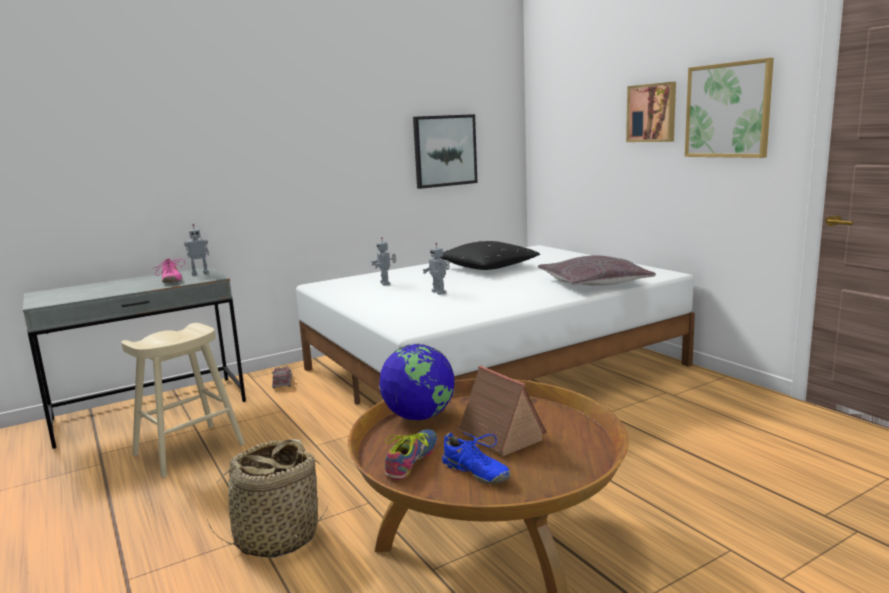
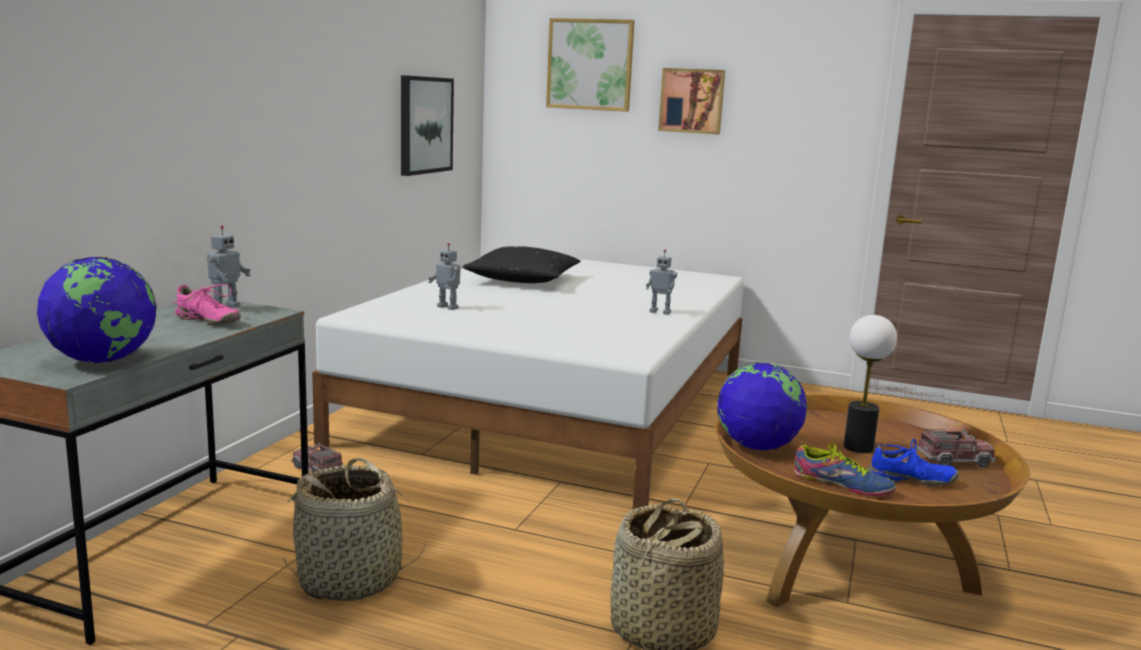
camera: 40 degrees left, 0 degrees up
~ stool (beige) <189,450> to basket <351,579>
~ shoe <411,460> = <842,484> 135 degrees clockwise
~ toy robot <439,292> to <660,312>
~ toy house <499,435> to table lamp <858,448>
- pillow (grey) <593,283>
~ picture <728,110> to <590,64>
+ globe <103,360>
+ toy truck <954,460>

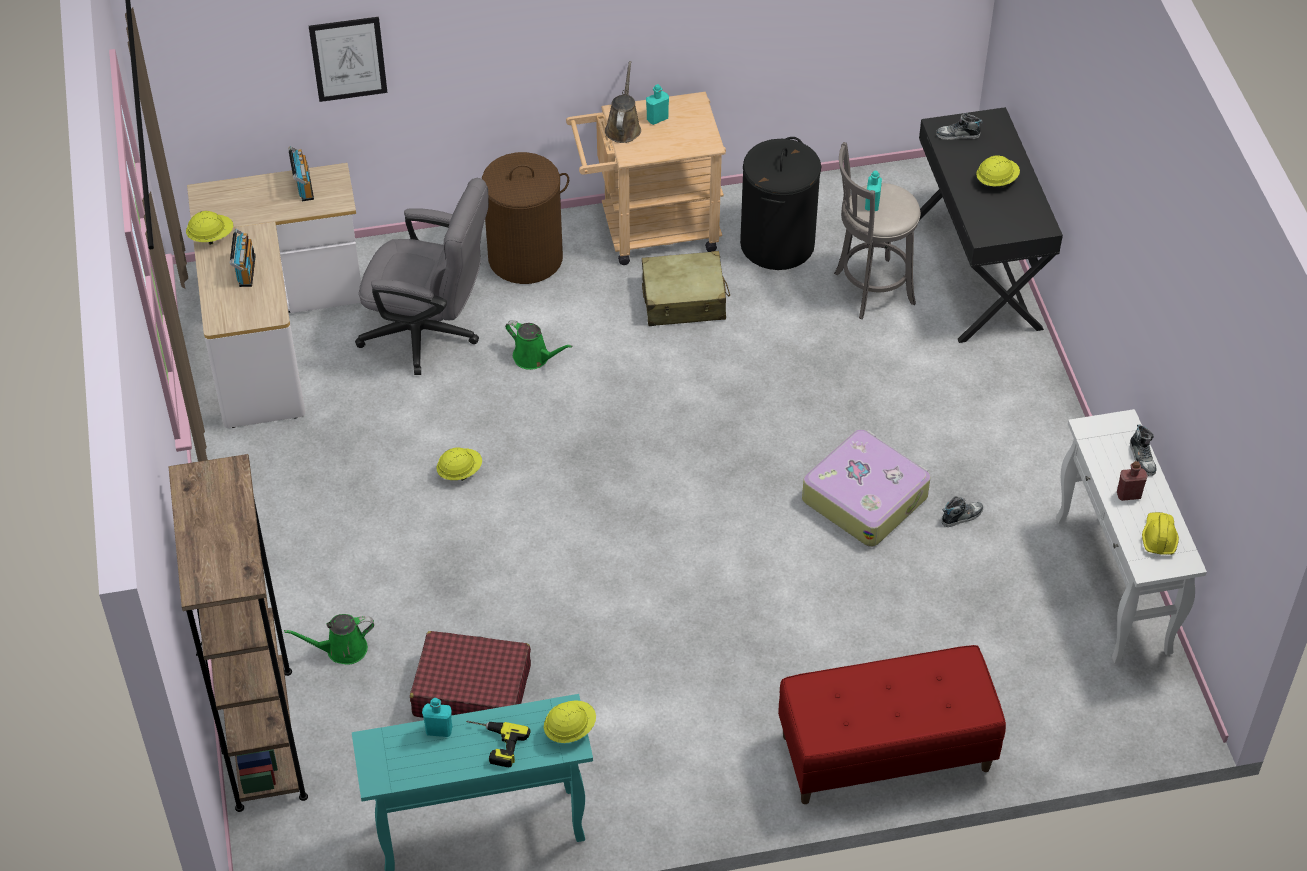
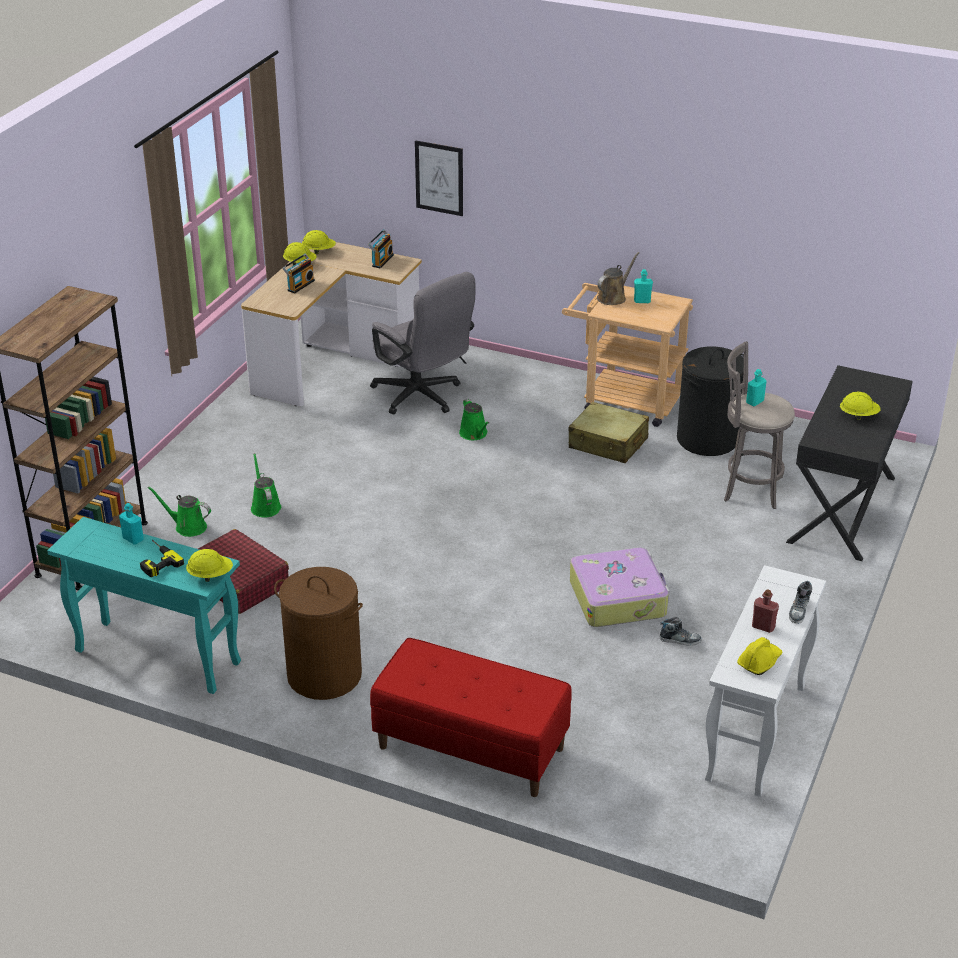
camera: 35 degrees right, 15 degrees down
~ hard hat (yellow) <460,472> to <319,251>
~ laundry basket (brown) <525,258> to <324,675>
- shoe <958,135>
+ watering can (green) <265,506>

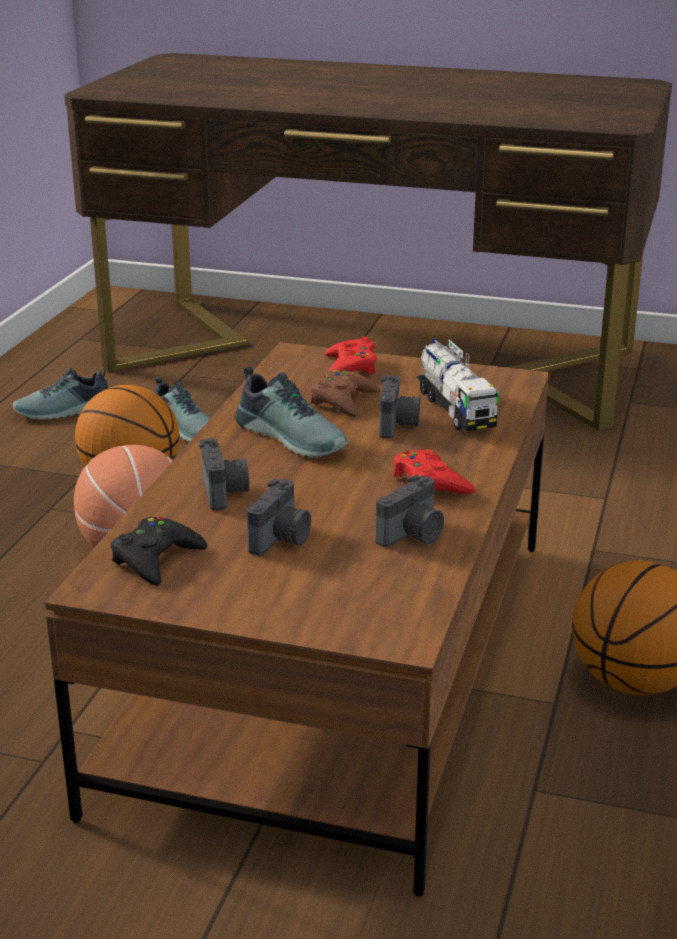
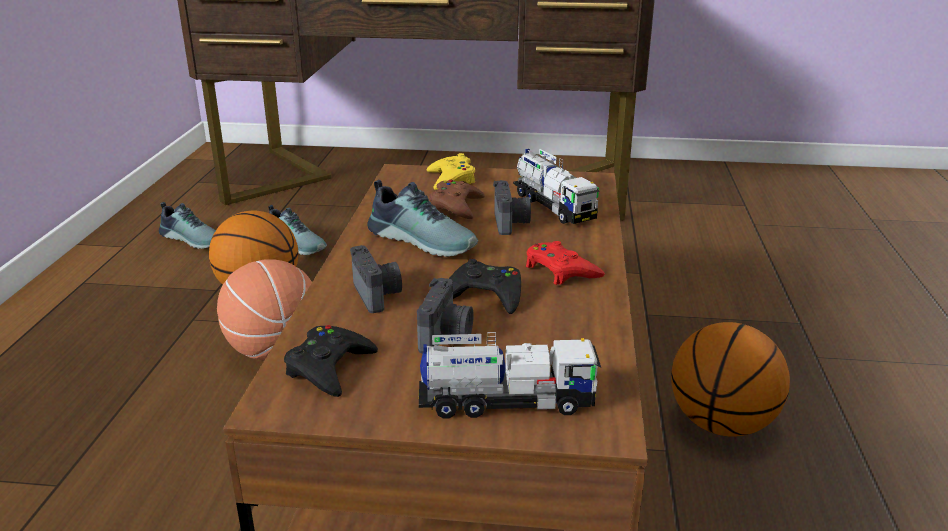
camera: 10 degrees left, 0 degrees up
~ shoe <64,412> = <193,238> 120 degrees counterclockwise
~ game controller (red) <350,367> to game controller (yellow) <451,179>
- photo camera <413,535>
+ toy truck <507,402>
+ game controller (black) <485,295>

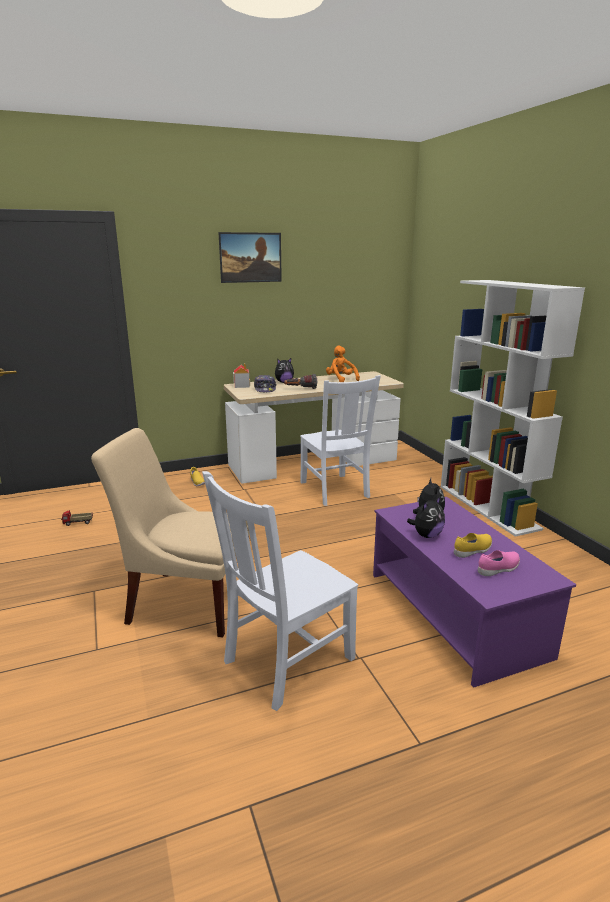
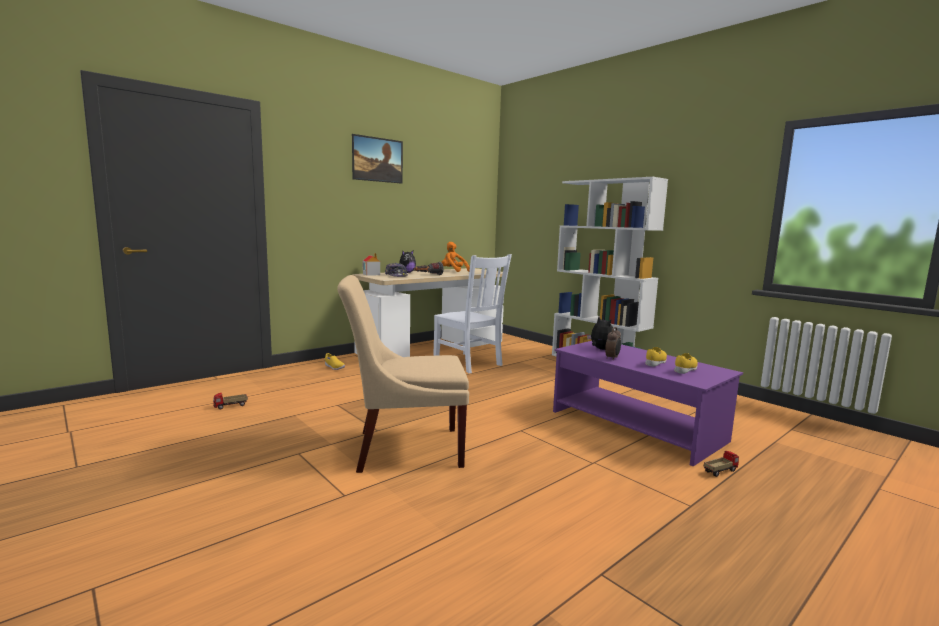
camera: 20 degrees left, 10 degrees down
- chair (white) <285,661>
~ plush toy <426,535> to alarm clock <612,358>
~ shoe (pink) <498,569> to shoe (yellow) <685,370>
+ toy truck <720,471>

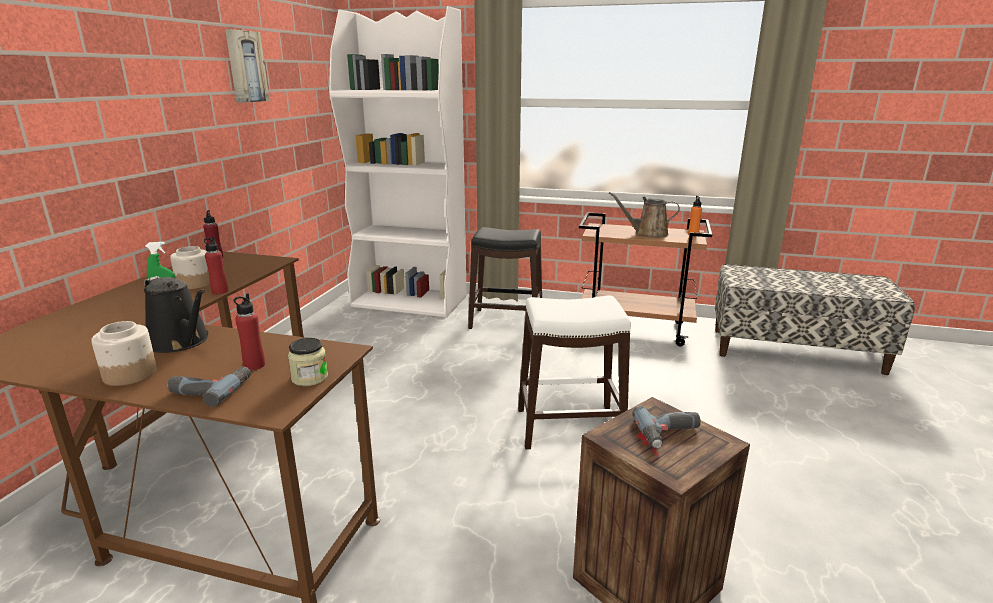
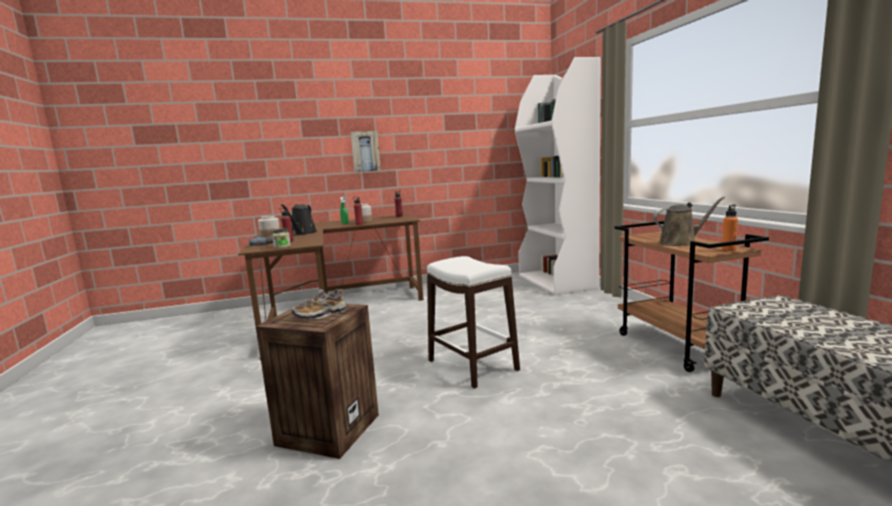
camera: 60 degrees right, 10 degrees down
~ picture <245,67> to <365,151>
- stool (black) <506,321>
~ watering can (brown) <647,234> = <681,243> 105 degrees clockwise
~ power drill <670,434> to shoe <320,314>

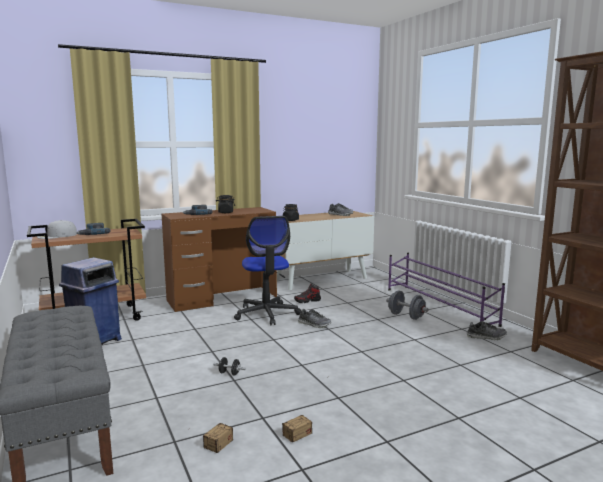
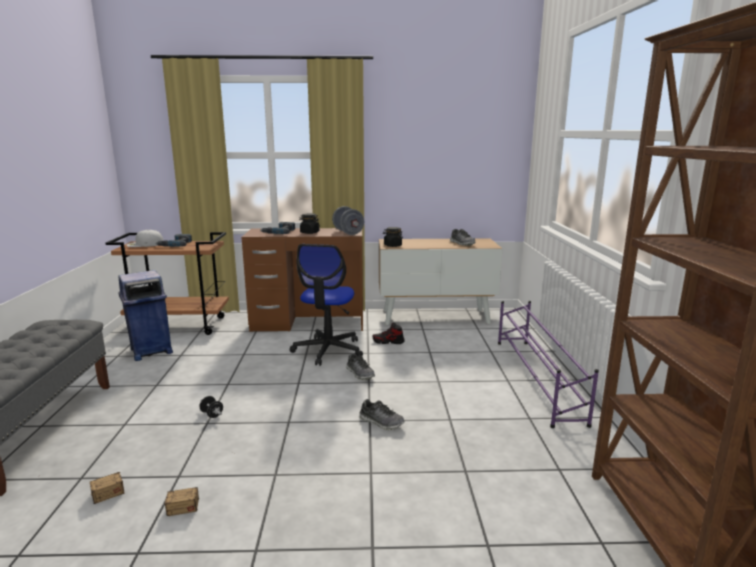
camera: 25 degrees right, 5 degrees up
~ dumbbell (grey) <406,316> to <348,232>
~ shoe <486,337> to <381,422>

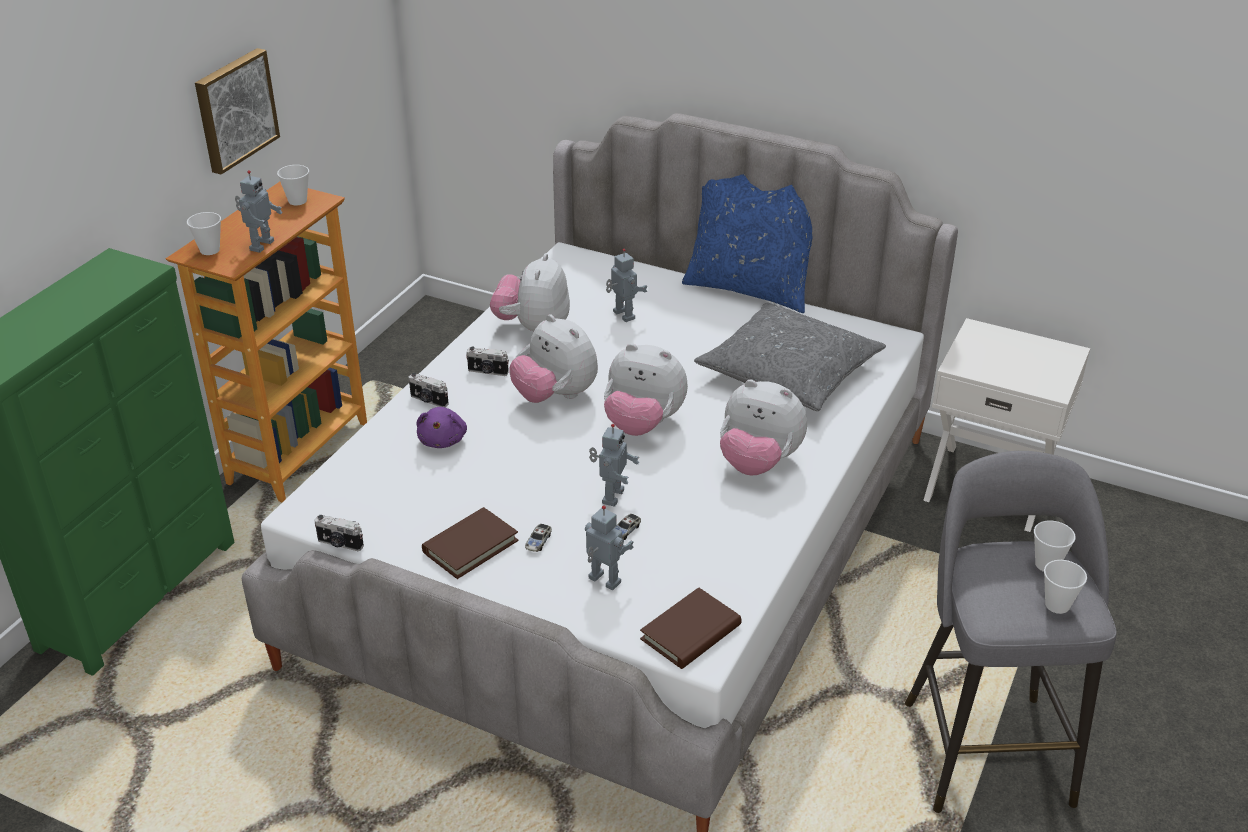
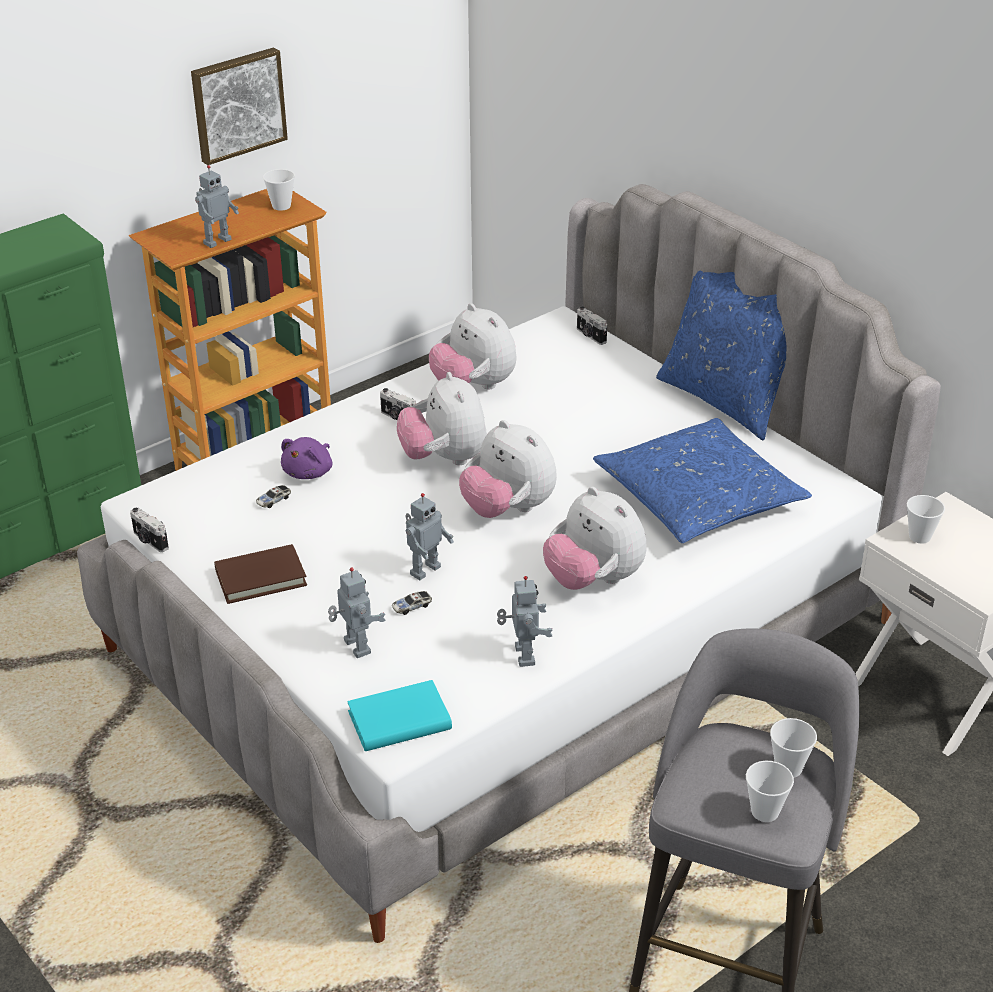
camera: 25 degrees right, 0 degrees up
~ cup <210,250> to <919,536>
~ photo camera <428,401> to <590,336>
~ plush toy <533,328> = <473,386> 75 degrees counterclockwise
~ toy car <538,542> to <273,501>
~ toy robot <622,316> to <522,655>
~ book (brown) <690,632> to book (turquoise) <399,721>
~ pillow (grey) <788,372> to pillow (blue) <698,497>

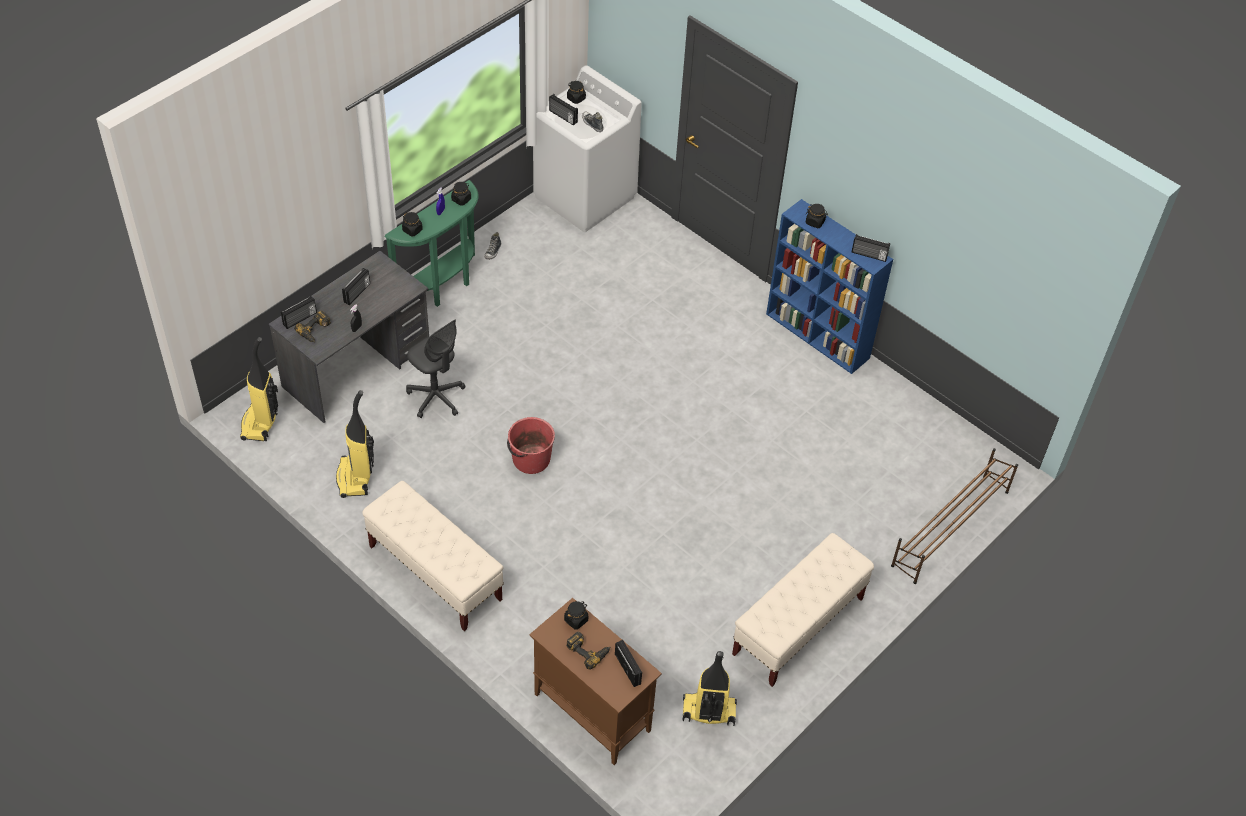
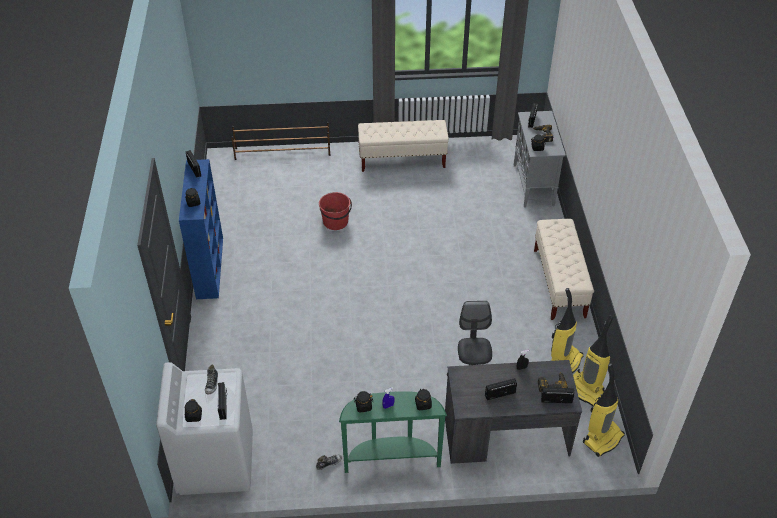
camera: 135 degrees left, 5 degrees down
~ bucket (red) <530,459> to <336,222>
~ cabinet (brown) <591,711> to cabinet (grey) <533,185>
~ vacuum cleaner <708,712> to <586,390>

